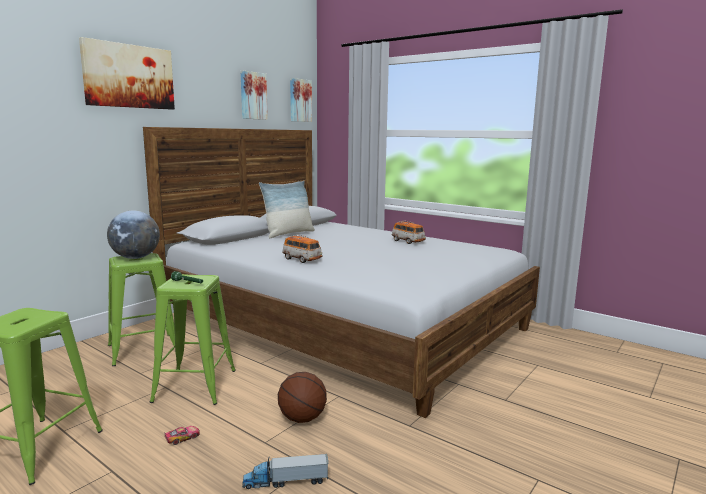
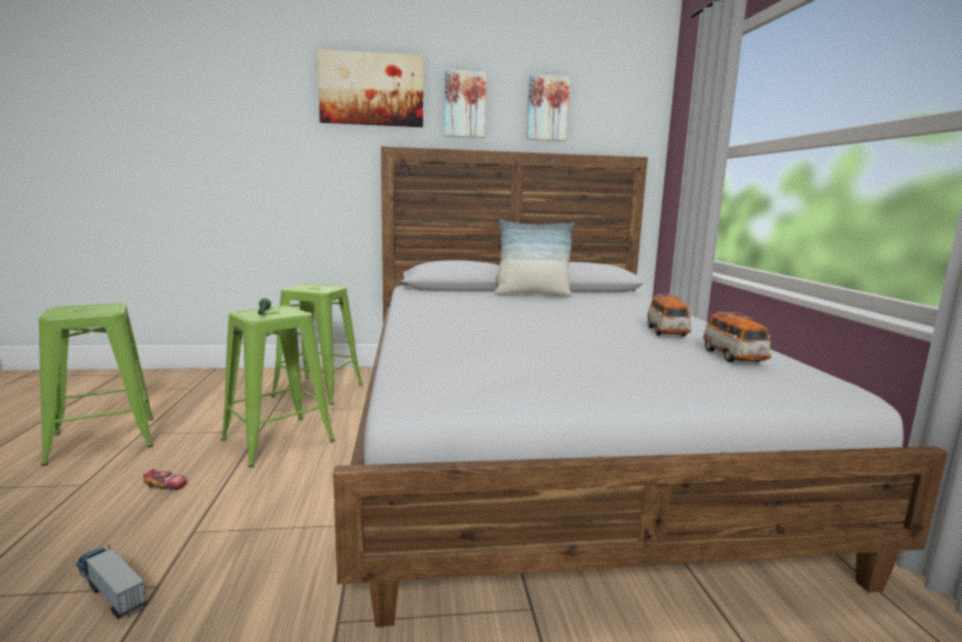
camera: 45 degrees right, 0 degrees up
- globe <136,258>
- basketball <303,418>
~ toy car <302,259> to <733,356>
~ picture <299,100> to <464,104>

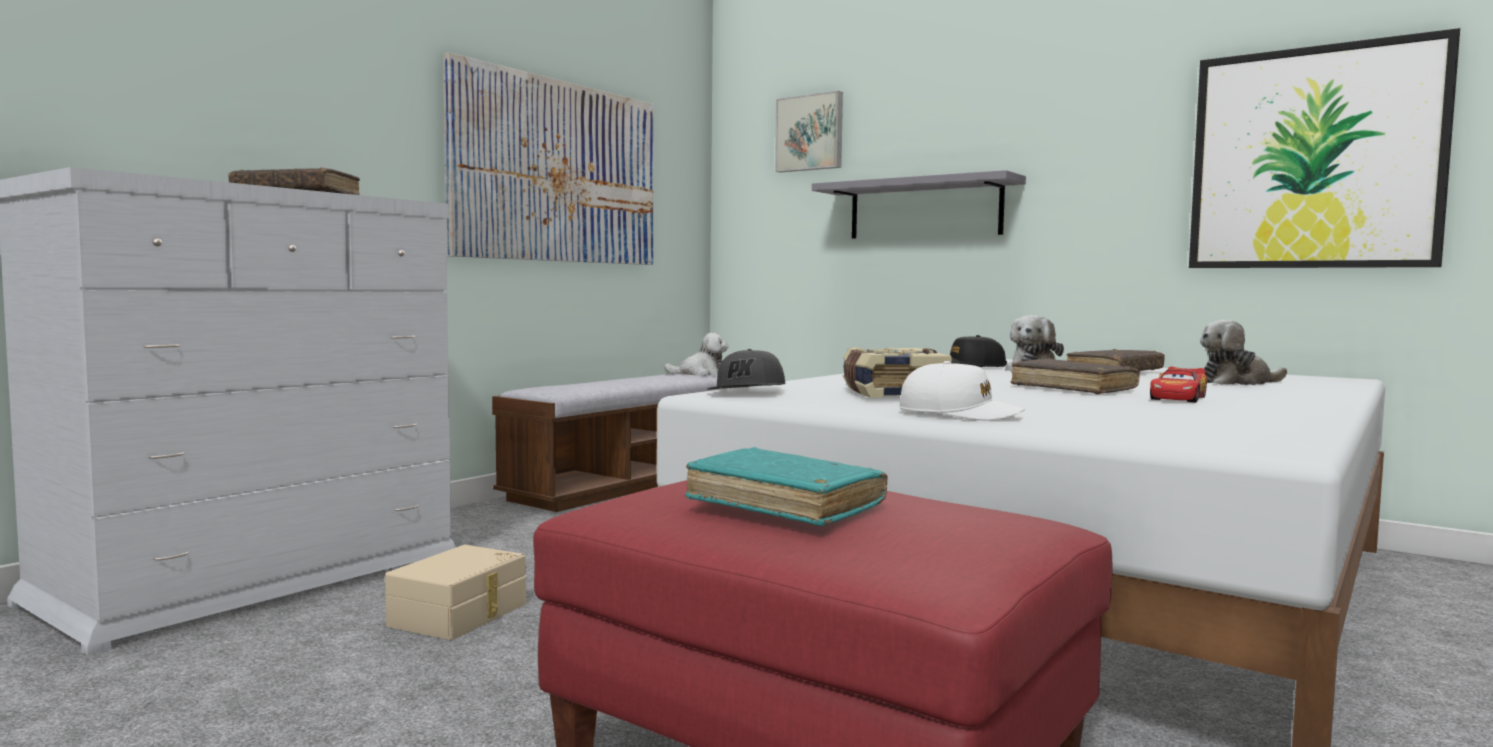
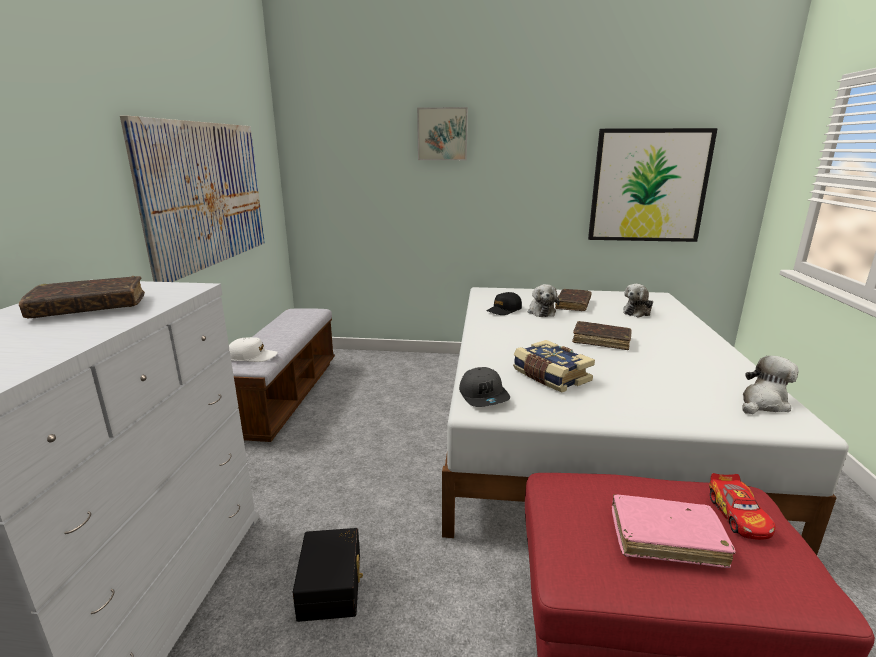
camera: 30 degrees left, 15 degrees up
~ storage box (beige) <461,615> to storage box (black) <332,585>
~ plush toy <700,374> to <763,403>
~ book (turquoise) <784,504> to book (pink) <666,538>
~ picture <810,133> to <442,134>
- shelf (grey) <924,209>
~ cap (white) <959,414> to <253,356>
~ toy car <1178,398> to <738,515>

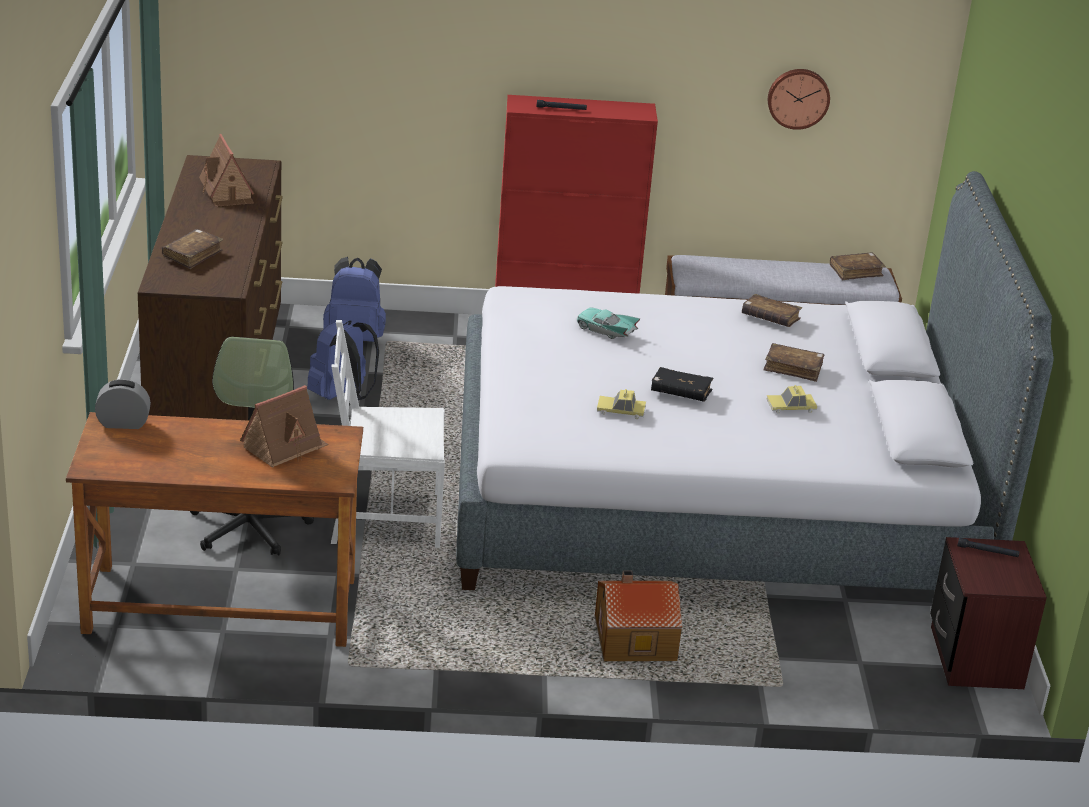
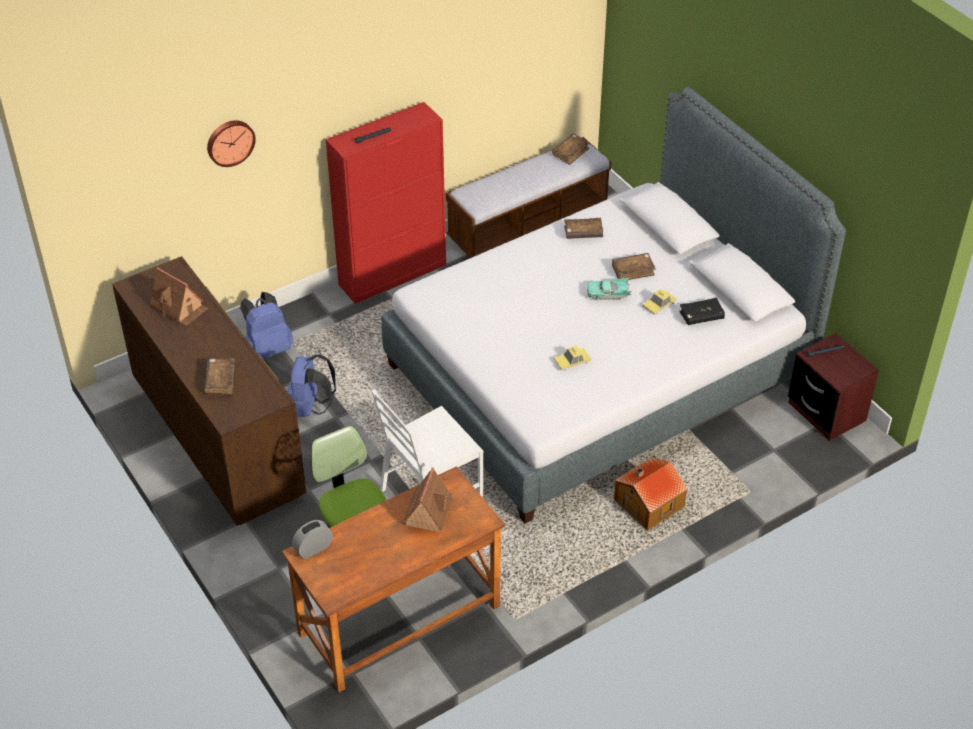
camera: 30 degrees left, 15 degrees up
~ toy car (turquoise) <606,330> to <608,294>
~ book (black) <680,392> to <701,316>
~ wall clock <798,97> to <230,142>

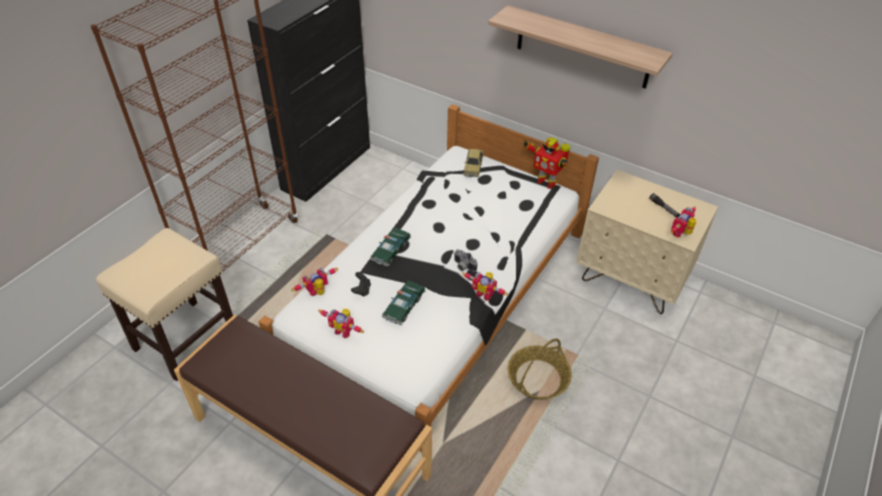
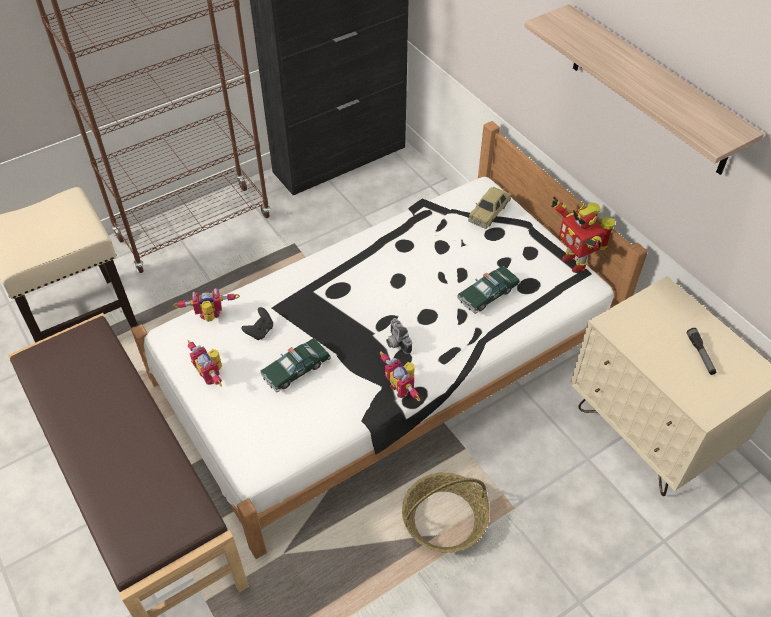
camera: 25 degrees right, 5 degrees up
~ toy car <391,251> to <488,294>
- toy robot <681,234>

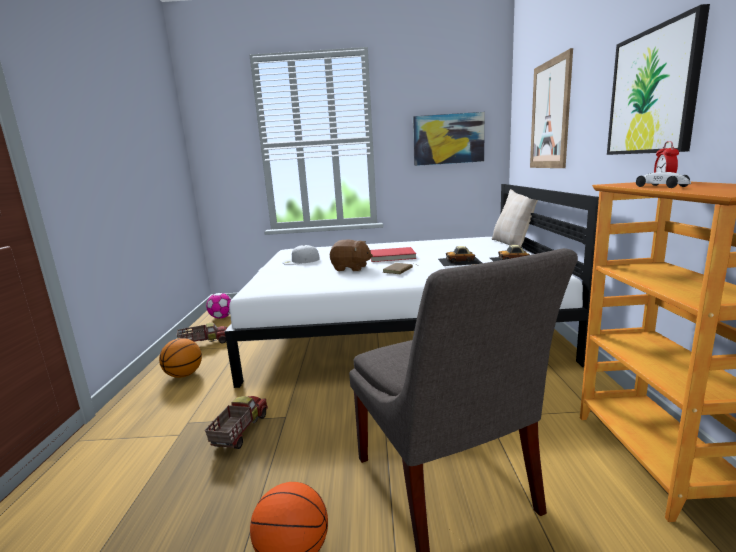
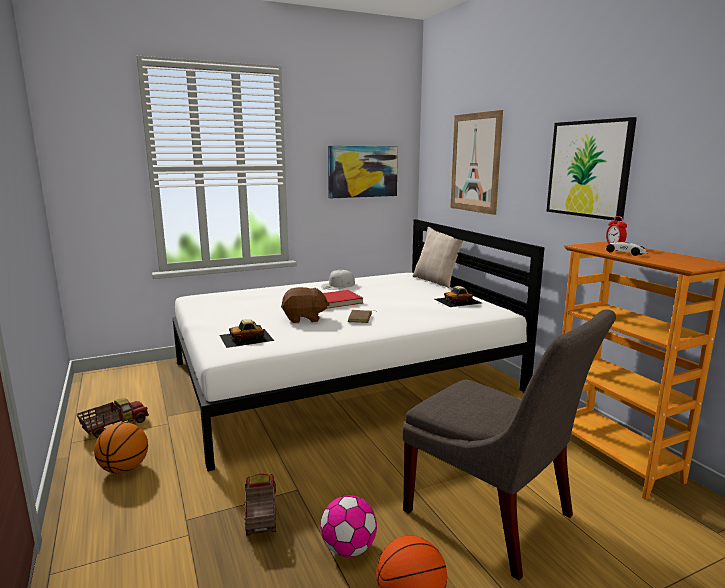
camera: 25 degrees left, 0 degrees up
~ football <222,317> to <348,548>
~ cap (white) <300,261> to <338,285>
~ toy car <460,261> to <246,338>

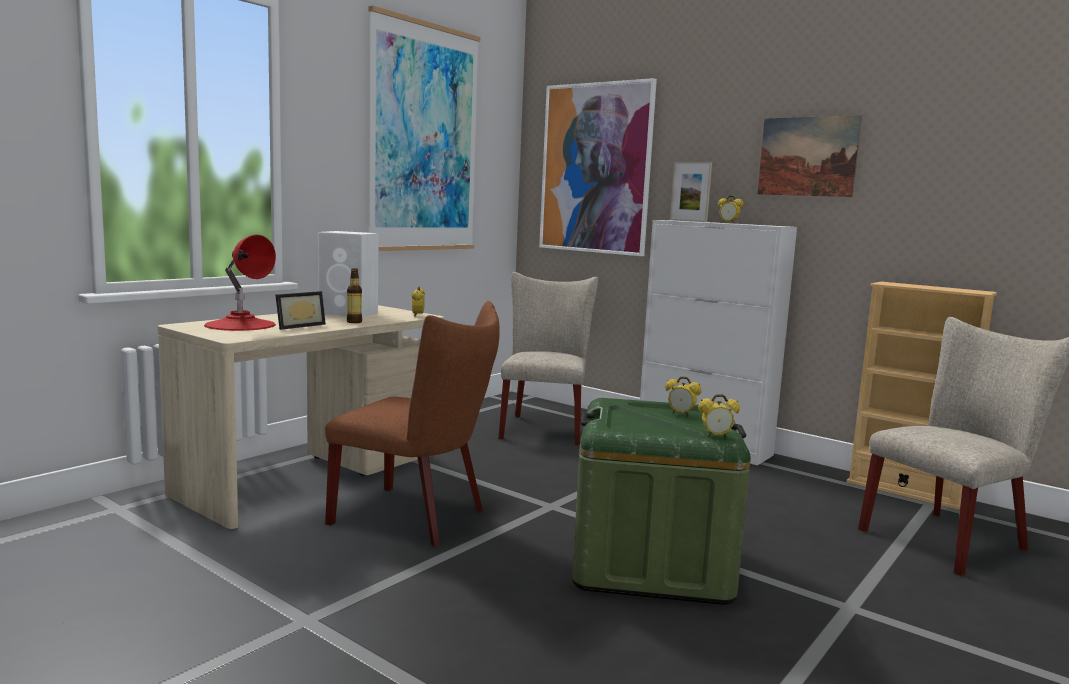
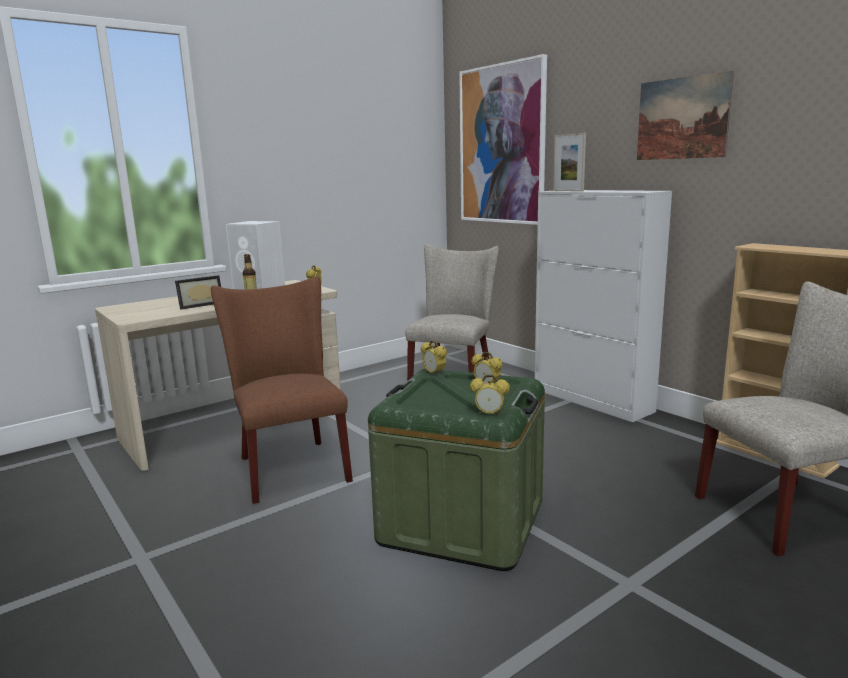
camera: 15 degrees right, 5 degrees up
- table lamp (red) <240,325>
~ chair (brown) <417,517> = <290,466> 150 degrees counterclockwise
- picture <424,139>
~ alarm clock <728,223> to <434,374>

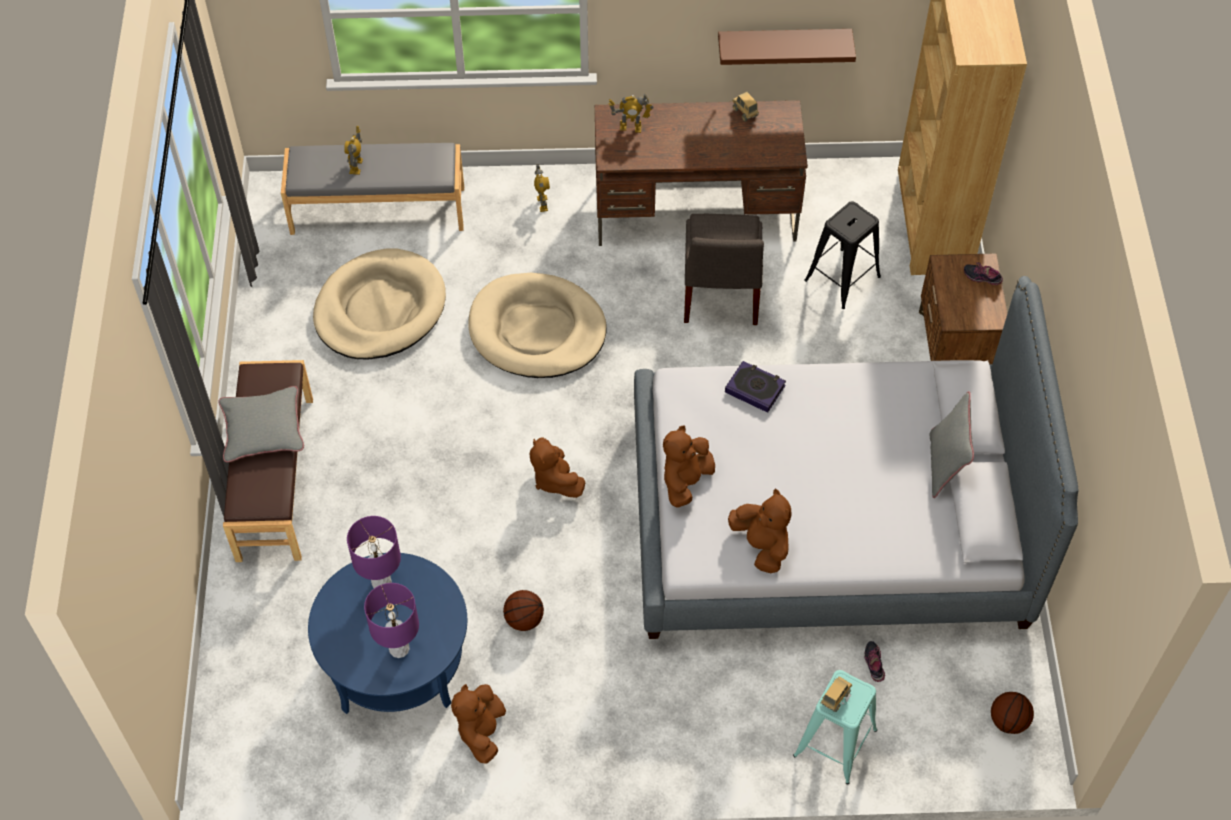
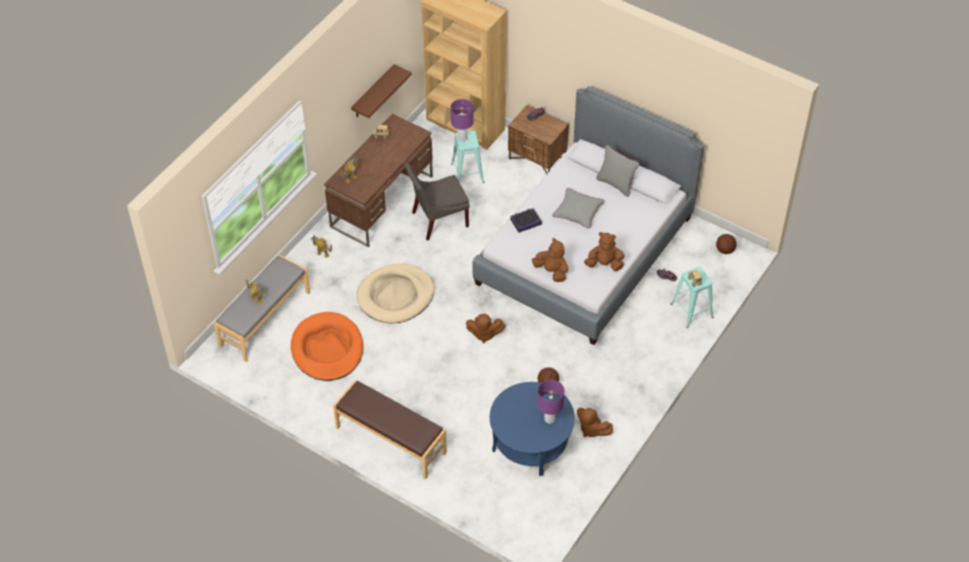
camera: 55 degrees left, 5 degrees down
~ pillow (grey) <262,429> to <578,211>
~ dog bed (beige) <380,309> to dog bed (orange) <327,349>
~ table lamp (purple) <381,583> to <462,138>
~ plush toy (brown) <685,481> = <551,271> 150 degrees clockwise
~ chair (grey) <720,295> = <437,220> 120 degrees clockwise
~ stool (black) <842,278> to stool (turquoise) <467,173>

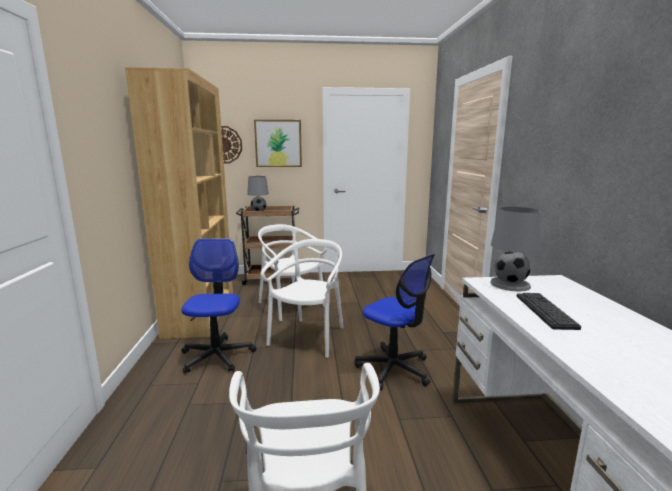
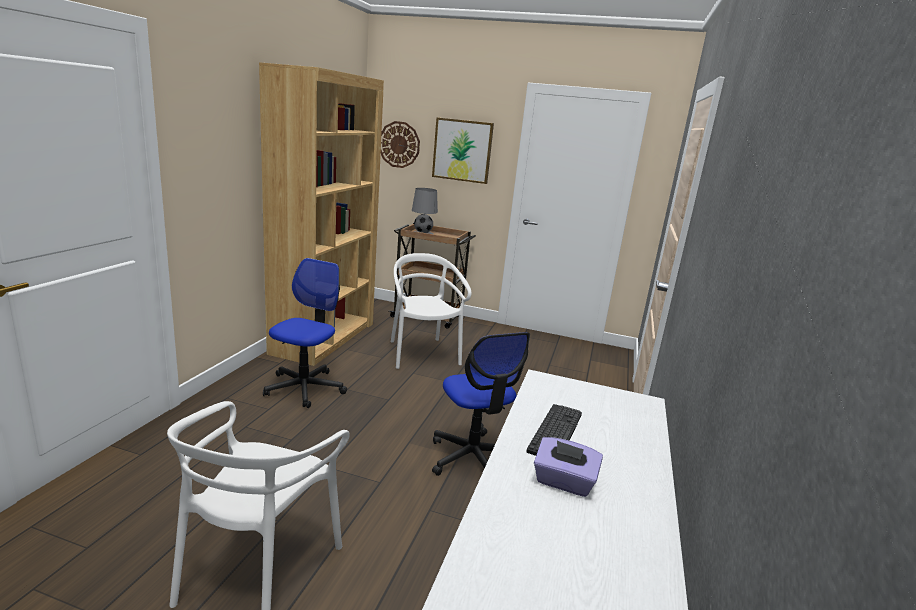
camera: 20 degrees right, 5 degrees up
- chair (white) <309,337>
- table lamp (grey) <509,284>
+ tissue box (purple) <563,482>

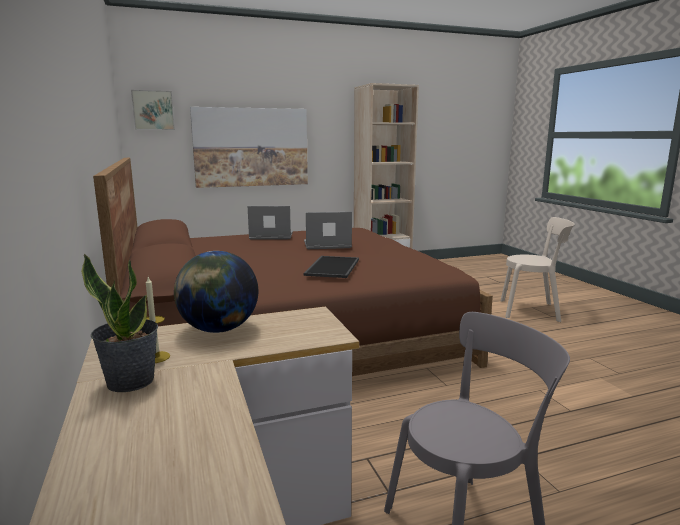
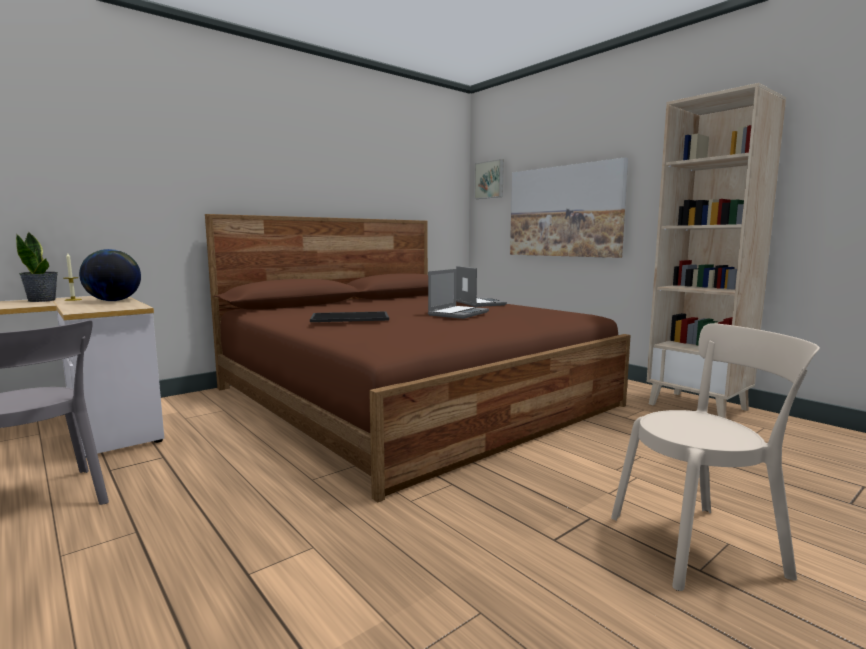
camera: 70 degrees right, 5 degrees down
~ laptop <326,245> = <458,313> 60 degrees clockwise
~ chair (beige) <532,311> = <702,544> 90 degrees counterclockwise

